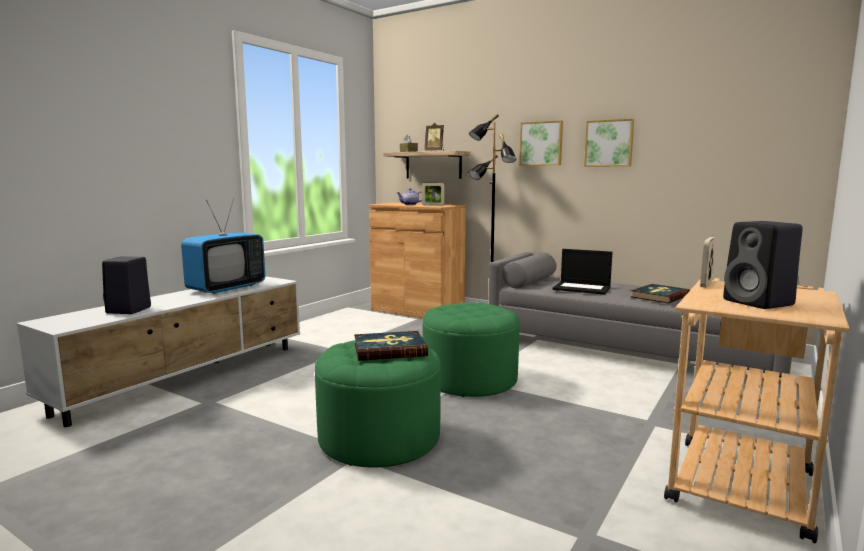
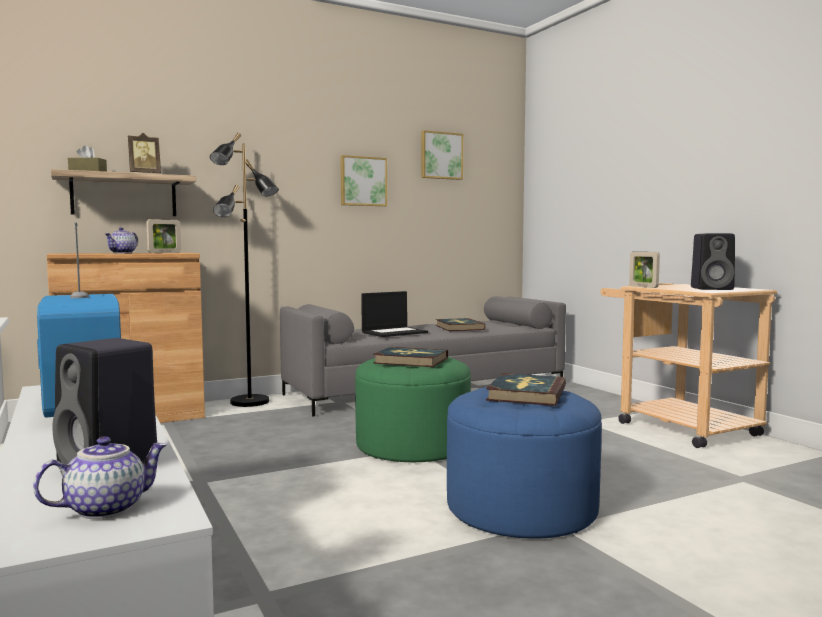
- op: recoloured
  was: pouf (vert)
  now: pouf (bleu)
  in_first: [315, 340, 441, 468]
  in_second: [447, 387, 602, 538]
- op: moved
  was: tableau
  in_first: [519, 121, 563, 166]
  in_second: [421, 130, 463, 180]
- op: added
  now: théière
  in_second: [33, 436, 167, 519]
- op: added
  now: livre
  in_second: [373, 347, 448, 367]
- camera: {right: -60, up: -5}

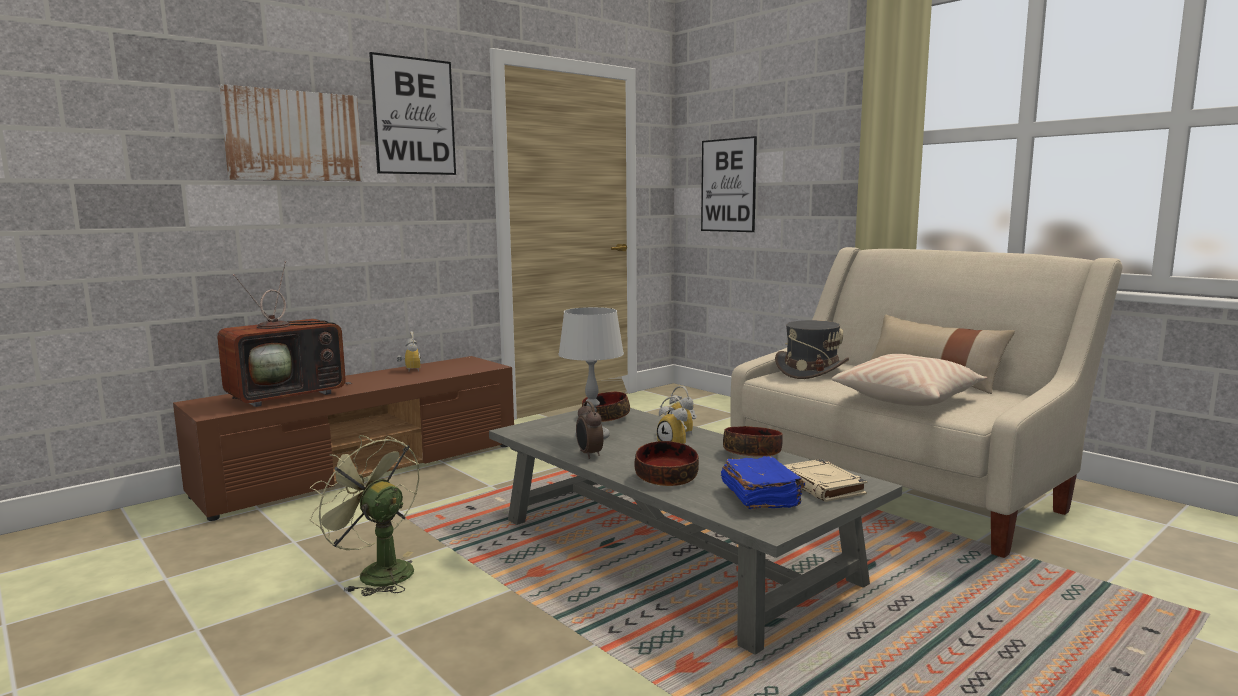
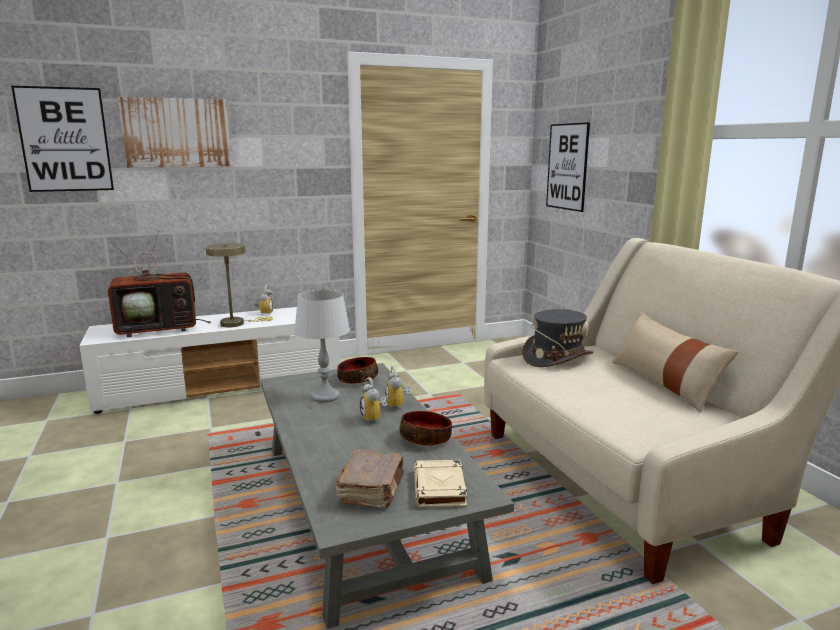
- op: recoloured
  was: meuble télé (marron)
  now: meuble télé (blanc)
  in_first: [173, 356, 514, 521]
  in_second: [80, 307, 340, 414]
- op: removed
  was: ventilateur (vert)
  in_first: [310, 435, 419, 596]
- op: moved
  was: tableau
  in_first: [369, 52, 456, 175]
  in_second: [11, 86, 114, 192]
- op: removed
  was: réveil
  in_first: [576, 401, 604, 459]
- op: removed
  was: bol
  in_first: [634, 441, 699, 486]
- op: recoloured
  was: livre (bleu)
  now: livre (marron)
  in_first: [721, 456, 805, 509]
  in_second: [336, 449, 404, 509]
- op: removed
  was: coussin (beige)
  in_first: [831, 354, 988, 406]
- op: added
  now: lampe de table (beige)
  in_second: [206, 243, 273, 327]
- camera: {right: 20, up: 5}

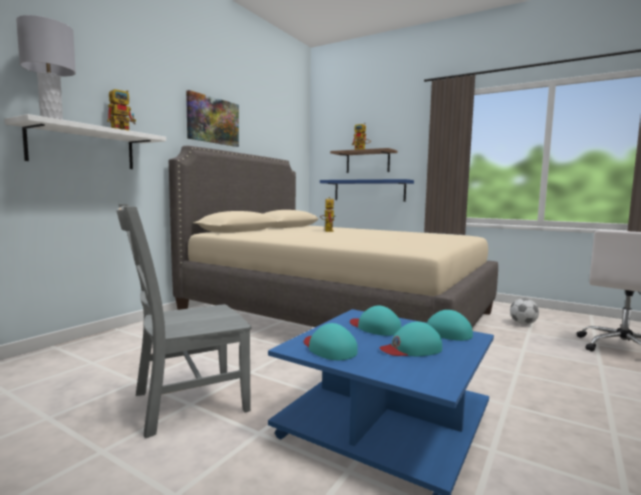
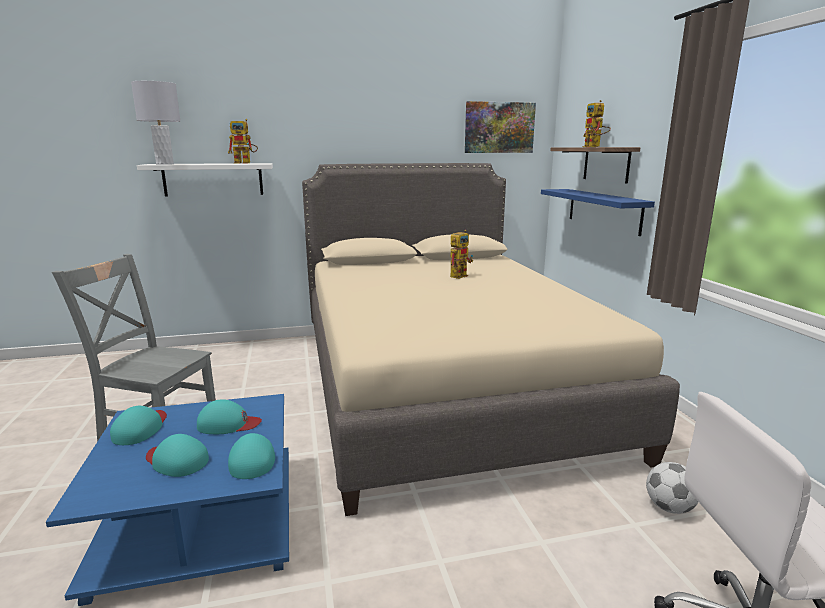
- op: moved
  was: tableau
  in_first: [186, 90, 239, 147]
  in_second: [465, 101, 536, 153]
- op: turned
  was: casquette (turquoise)
  in_first: [350, 306, 401, 336]
  in_second: [197, 399, 262, 434]
  clockwise: 90
- camera: {right: 45, up: 10}

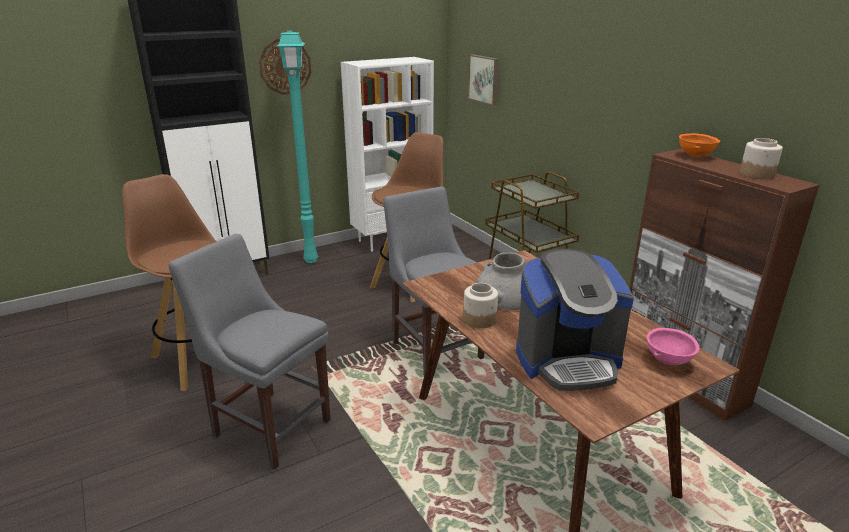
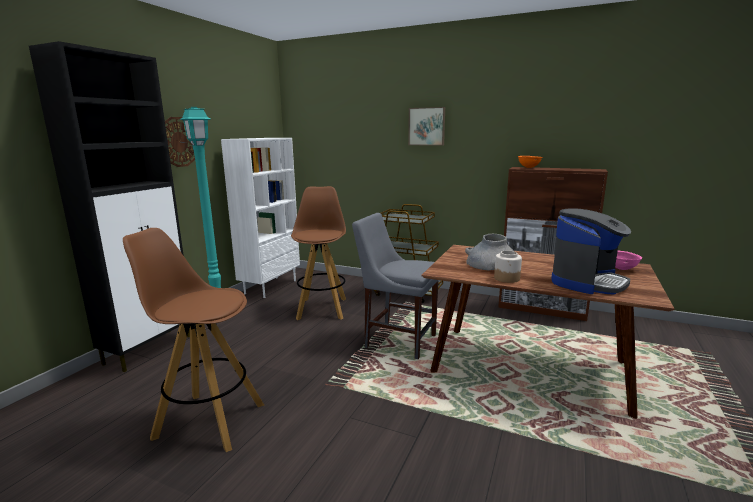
- op: removed
  was: chaise (gris)
  in_first: [168, 234, 331, 469]
- op: moved
  was: tableau
  in_first: [468, 54, 499, 106]
  in_second: [408, 107, 445, 146]
- op: removed
  was: bocal
  in_first: [740, 138, 783, 179]
- camera: {right: -35, up: -10}

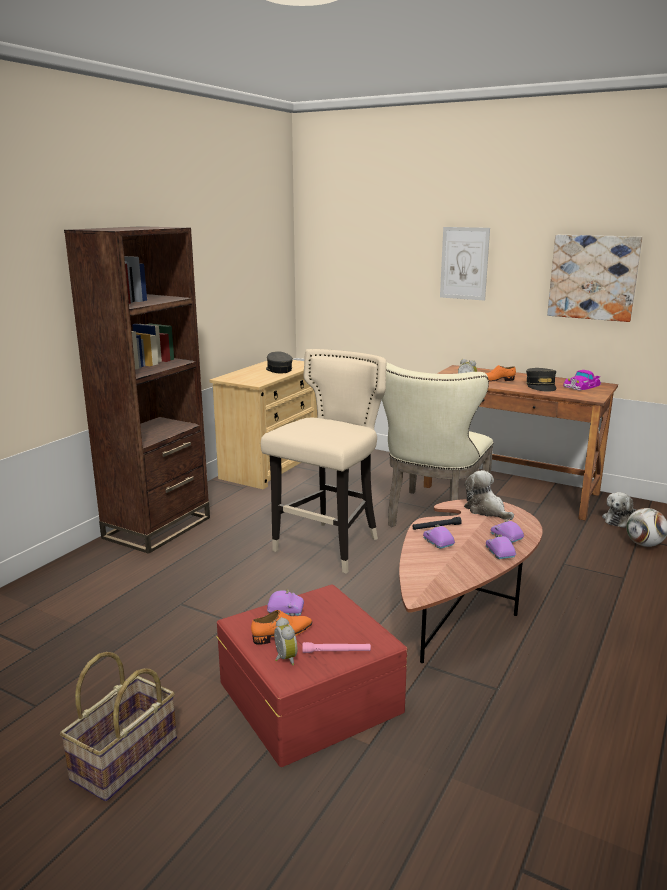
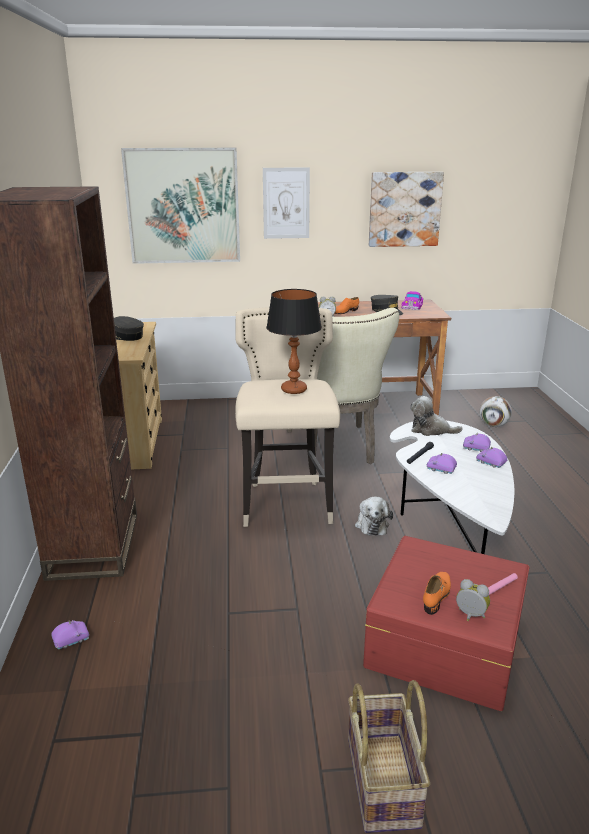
- op: moved
  was: petite voiture (violet)
  in_first: [267, 589, 304, 616]
  in_second: [51, 620, 89, 649]
- op: recoloured
  was: table basse (marron)
  now: table basse (blanc)
  in_first: [399, 499, 543, 663]
  in_second: [390, 421, 514, 554]
- op: moved
  was: peluche
  in_first: [602, 492, 637, 528]
  in_second: [355, 497, 393, 536]
- op: added
  now: tableau
  in_second: [121, 148, 240, 264]
- op: added
  now: lampe de table
  in_second: [266, 289, 322, 394]
- camera: {right: -35, up: 5}

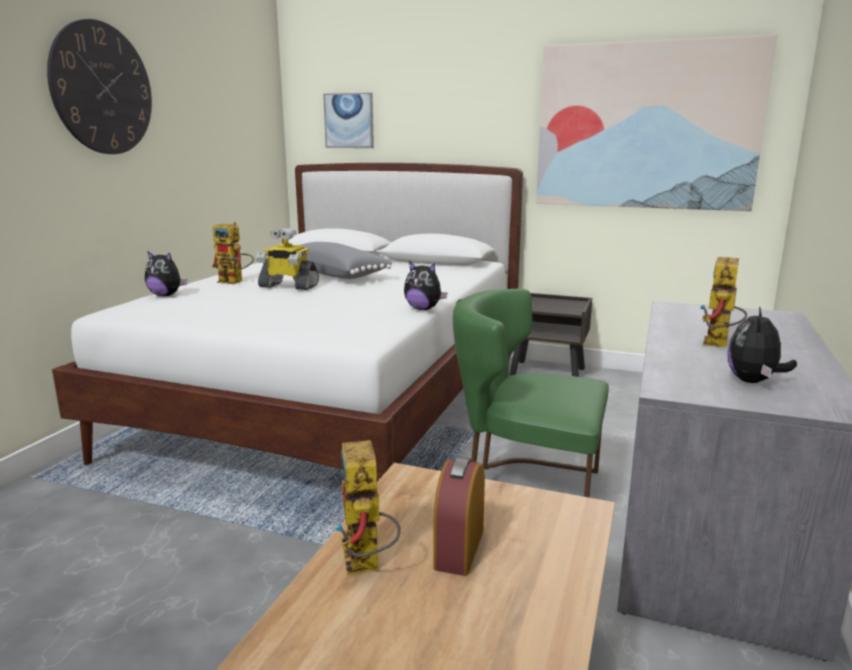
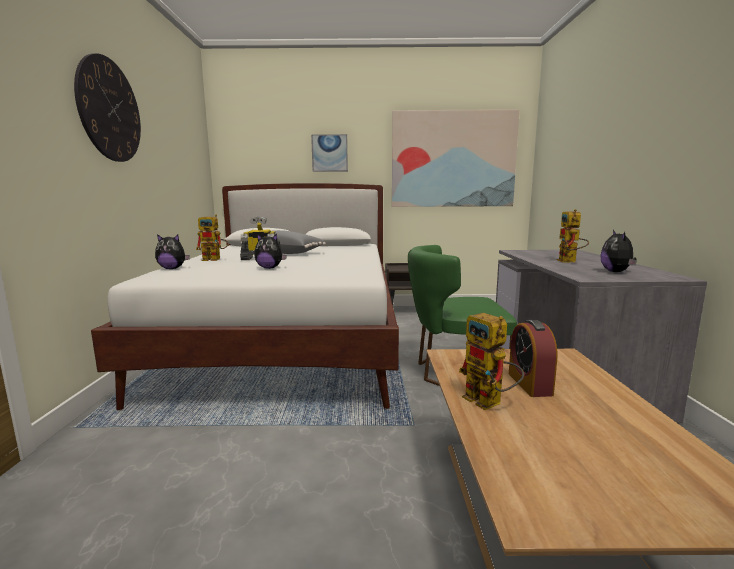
- op: moved
  was: tableau
  in_first: [323, 93, 374, 148]
  in_second: [311, 134, 348, 172]
- op: moved
  was: peluche
  in_first: [404, 261, 448, 310]
  in_second: [254, 234, 287, 269]
- camera: {right: -20, up: -5}

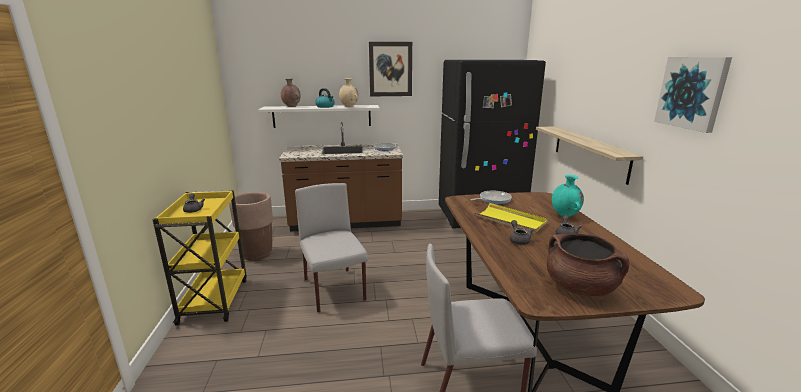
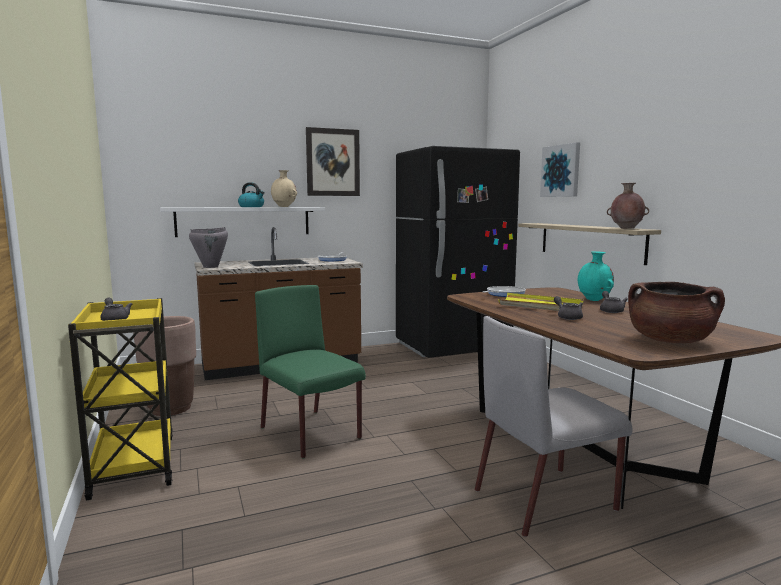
- op: moved
  was: vase (marron)
  in_first: [281, 78, 301, 107]
  in_second: [607, 183, 649, 229]
- op: recoloured
  was: chaise (gris)
  now: chaise (vert)
  in_first: [295, 183, 368, 313]
  in_second: [255, 285, 366, 459]
- op: moved
  was: tableau
  in_first: [654, 57, 732, 133]
  in_second: [540, 142, 580, 197]
- op: added
  now: marmite (gris)
  in_second: [189, 227, 228, 268]
- camera: {right: -15, up: -10}

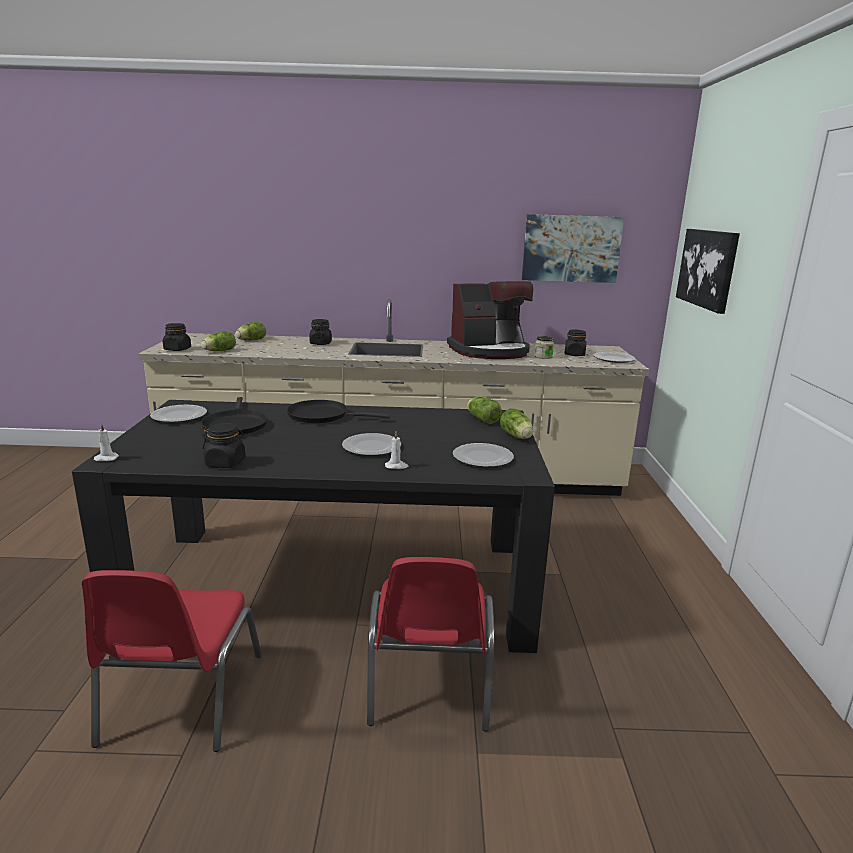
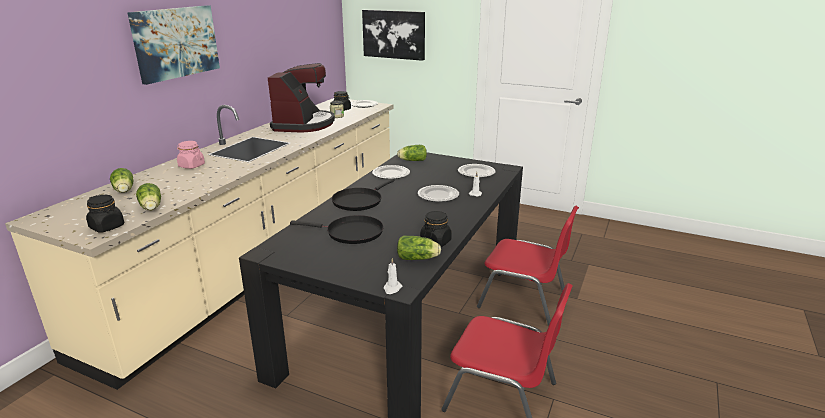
- op: moved
  was: assiette
  in_first: [150, 405, 207, 422]
  in_second: [372, 165, 410, 179]
- op: recoloured
  was: bocal (noir)
  now: bocal (rose)
  in_first: [309, 319, 332, 345]
  in_second: [177, 141, 205, 169]
- op: moved
  was: laitue
  in_first: [500, 408, 533, 439]
  in_second: [397, 236, 441, 260]
- op: moved
  was: tableau
  in_first: [522, 214, 624, 283]
  in_second: [127, 5, 220, 85]
- camera: {right: -65, up: 5}

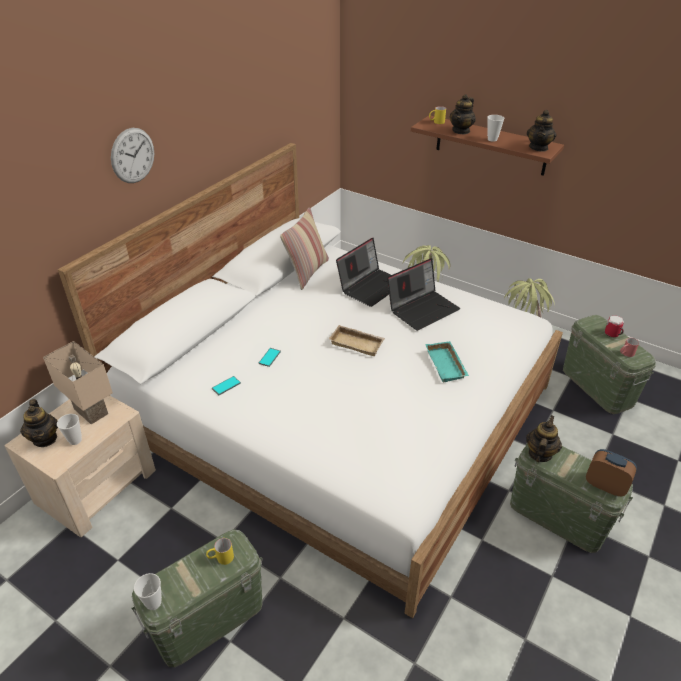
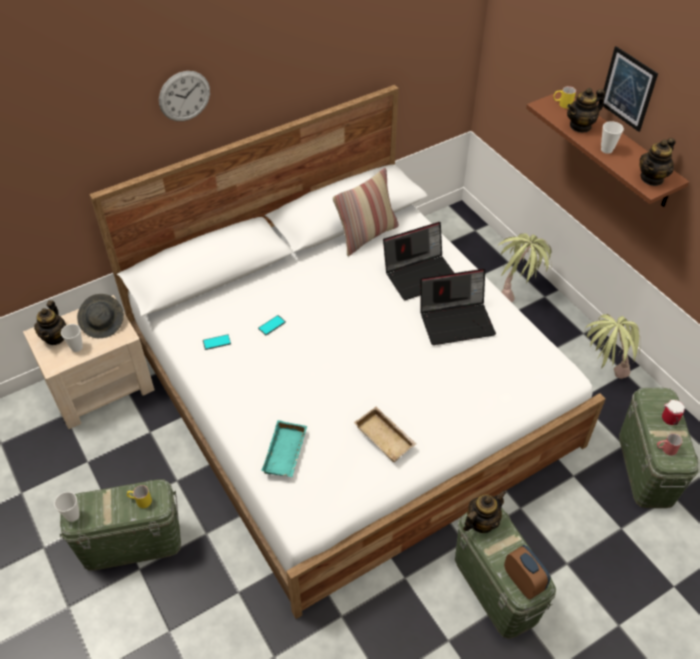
- op: replaced
  was: lampe de table (beige)
  now: chapeau (gris)
  in_first: [43, 341, 113, 425]
  in_second: [77, 294, 124, 338]
- op: moved
  was: plateau (beige)
  in_first: [329, 325, 385, 356]
  in_second: [354, 407, 417, 462]
- op: moved
  was: plateau (turquoise)
  in_first: [425, 341, 469, 383]
  in_second: [261, 420, 307, 477]
- op: added
  now: tableau
  in_second: [603, 46, 658, 132]
- camera: {right: 25, up: 10}

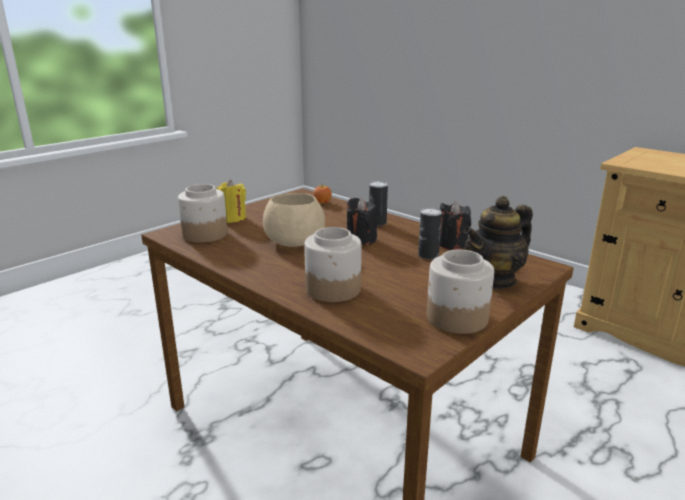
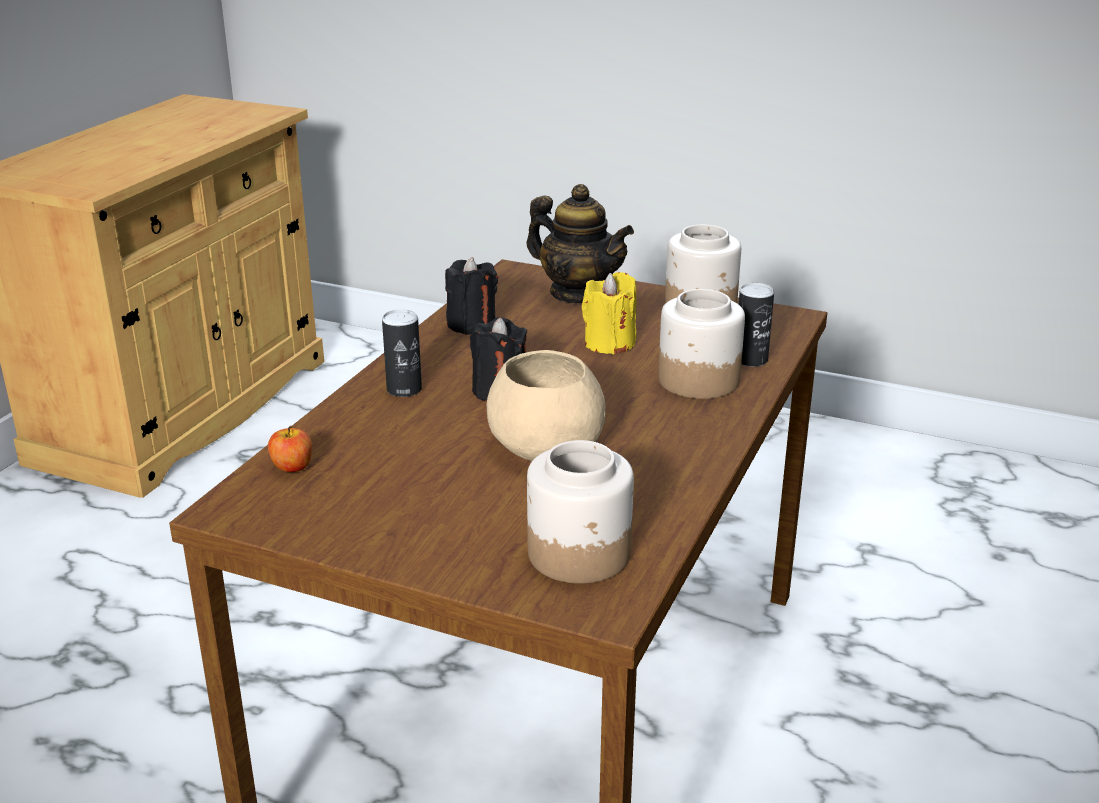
- op: moved
  was: bougie (jaune)
  in_first: [216, 180, 246, 223]
  in_second: [582, 272, 637, 355]
- op: moved
  was: boîte métallique
  in_first: [418, 208, 442, 259]
  in_second: [739, 283, 774, 367]
- camera: {right: -110, up: 5}

